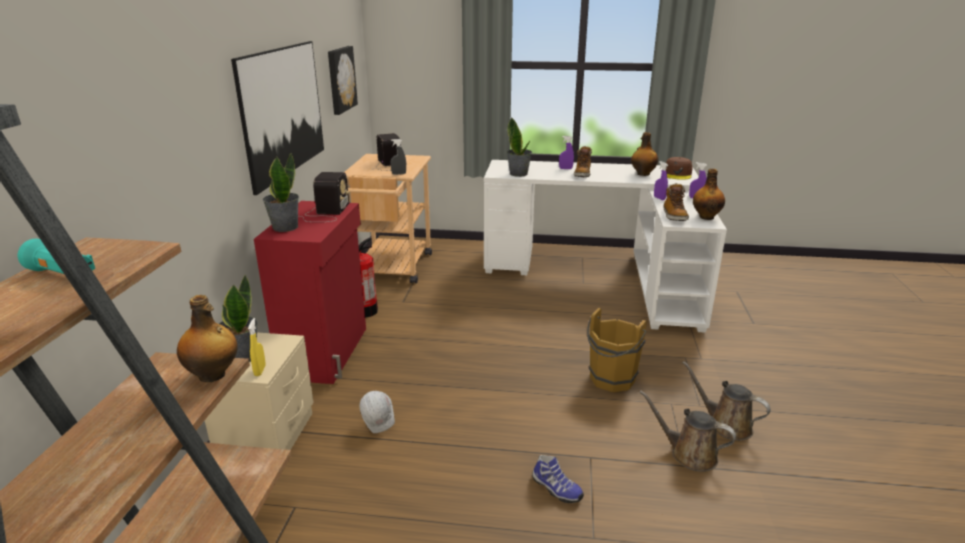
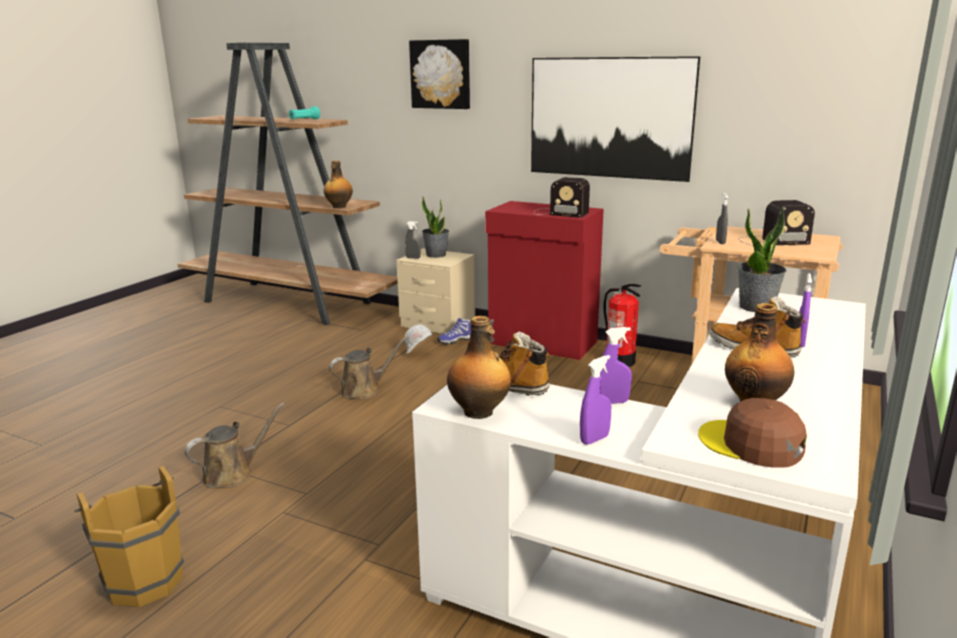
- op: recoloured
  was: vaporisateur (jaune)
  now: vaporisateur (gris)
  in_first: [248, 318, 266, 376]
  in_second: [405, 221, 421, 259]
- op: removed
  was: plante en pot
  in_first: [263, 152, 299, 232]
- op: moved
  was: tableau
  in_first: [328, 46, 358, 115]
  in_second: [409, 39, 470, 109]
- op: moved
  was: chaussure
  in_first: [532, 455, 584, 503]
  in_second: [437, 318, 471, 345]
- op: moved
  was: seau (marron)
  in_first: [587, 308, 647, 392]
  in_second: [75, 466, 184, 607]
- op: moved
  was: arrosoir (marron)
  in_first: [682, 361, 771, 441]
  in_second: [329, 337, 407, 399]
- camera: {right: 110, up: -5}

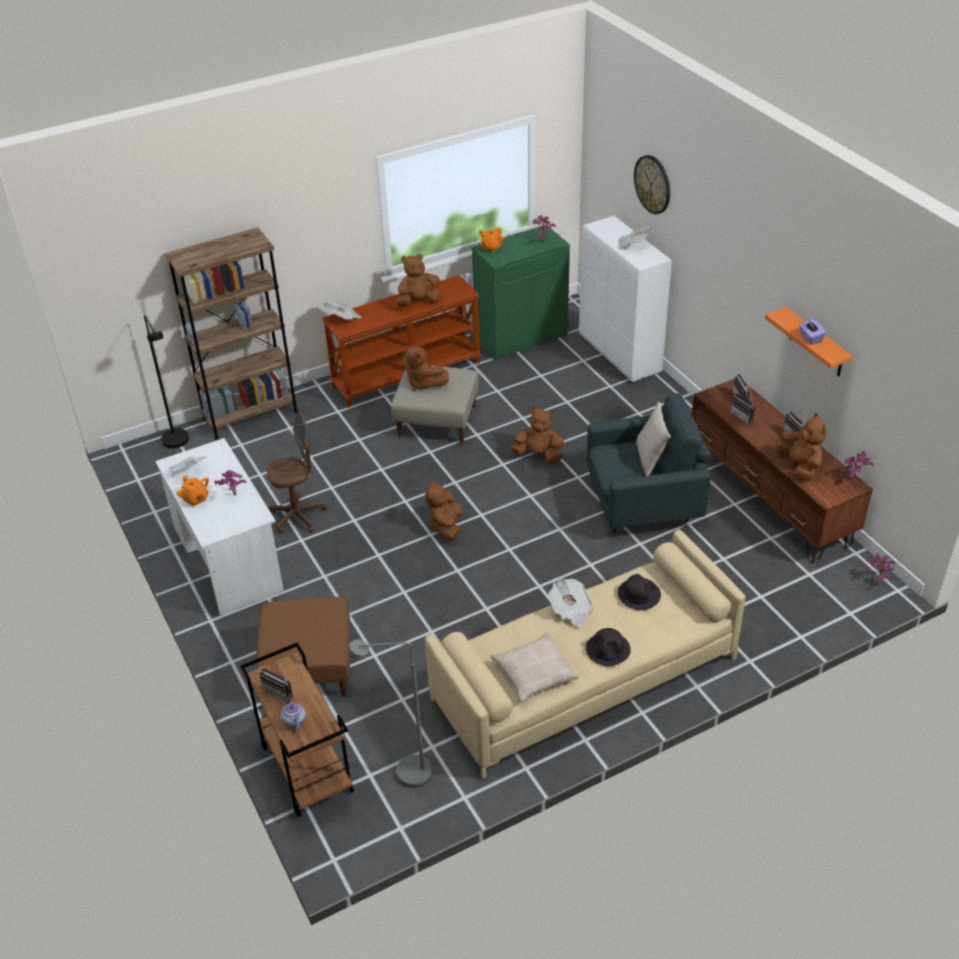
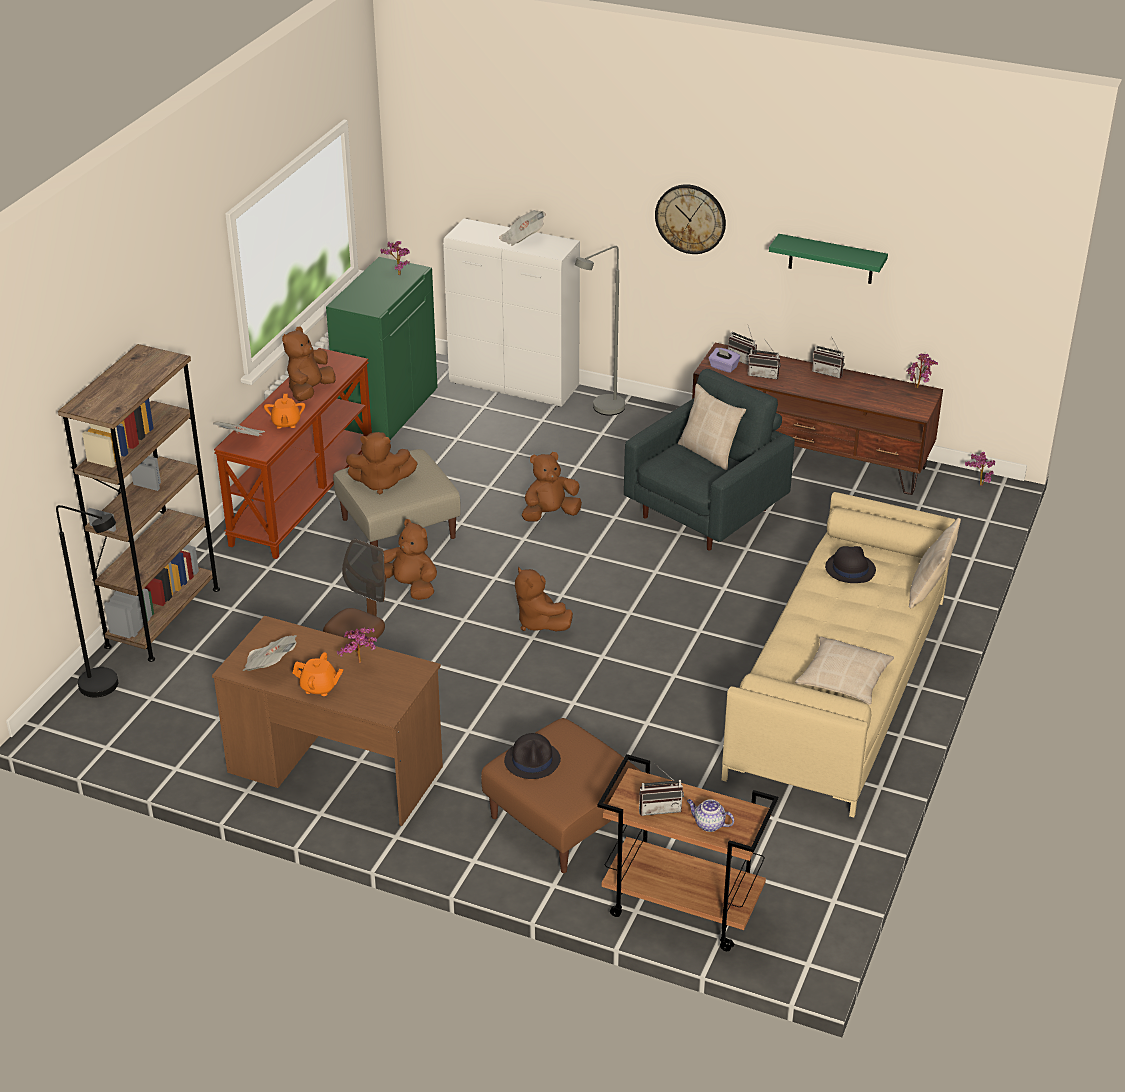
- op: recoloured
  was: bureau (blanc)
  now: bureau (marron)
  in_first: [155, 438, 284, 616]
  in_second: [212, 616, 443, 826]
- op: moved
  was: lampadaire (gris)
  in_first: [347, 639, 432, 787]
  in_second: [575, 246, 625, 415]
- op: moved
  was: théière (orange)
  in_first: [479, 227, 504, 252]
  in_second: [264, 394, 305, 429]
- op: removed
  was: journal
  in_first: [548, 578, 594, 627]
- op: moved
  was: chapeau (noir)
  in_first: [585, 628, 631, 666]
  in_second: [504, 733, 561, 779]
- op: moved
  was: horloge murale
  in_first: [634, 155, 670, 214]
  in_second: [655, 184, 726, 254]
- op: recoloured
  was: étagère (orange)
  now: étagère (vert)
  in_first: [765, 307, 853, 376]
  in_second: [769, 234, 888, 284]
- op: moved
  was: peluche (marron)
  in_first: [776, 413, 827, 481]
  in_second: [384, 519, 437, 600]
- op: moved
  was: boîte à mouchoirs (violet)
  in_first: [799, 319, 826, 344]
  in_second: [709, 348, 740, 373]
- op: added
  now: coussin (beige)
  in_second: [909, 518, 961, 608]
- camera: {right: -40, up: -5}

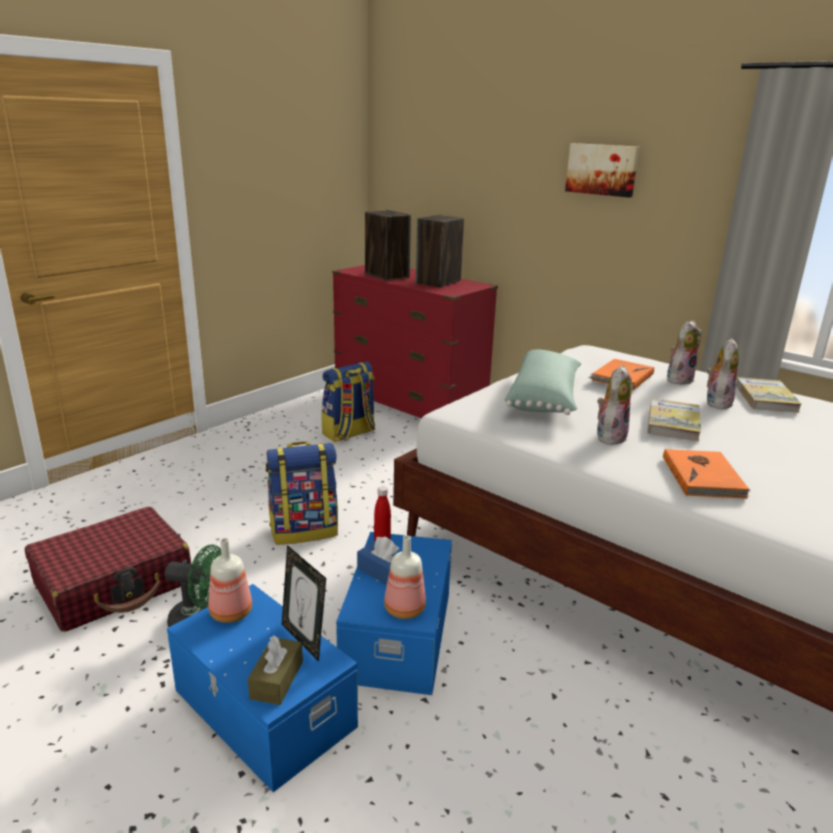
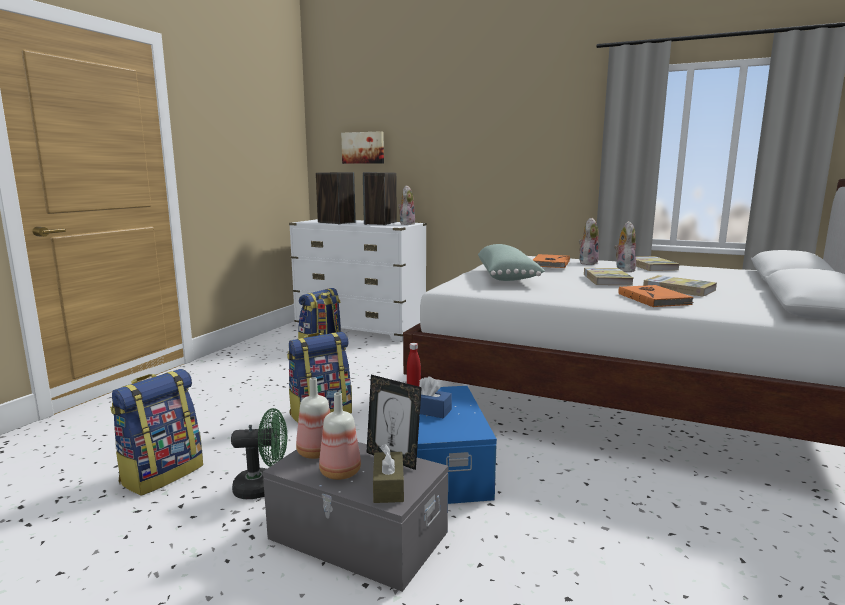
- op: replaced
  was: valise (rouge)
  now: sac à dos
  in_first: [25, 507, 191, 632]
  in_second: [110, 369, 203, 496]
- op: recoloured
  was: boîte de rangement (bleu)
  now: boîte de rangement (gris)
  in_first: [167, 584, 358, 792]
  in_second: [263, 442, 448, 592]
- op: recoloured
  was: commode (rouge)
  now: commode (blanc)
  in_first: [332, 265, 498, 418]
  in_second: [289, 219, 427, 342]
- op: moved
  was: bouteille
  in_first: [384, 535, 426, 619]
  in_second: [319, 392, 361, 480]
- op: moved
  was: tableau
  in_first: [565, 143, 639, 198]
  in_second: [341, 131, 384, 164]
- op: moved
  was: peluche
  in_first: [597, 365, 632, 445]
  in_second: [398, 186, 415, 225]
- op: added
  now: livre
  in_second: [643, 275, 717, 297]
- camera: {right: -15, up: -10}

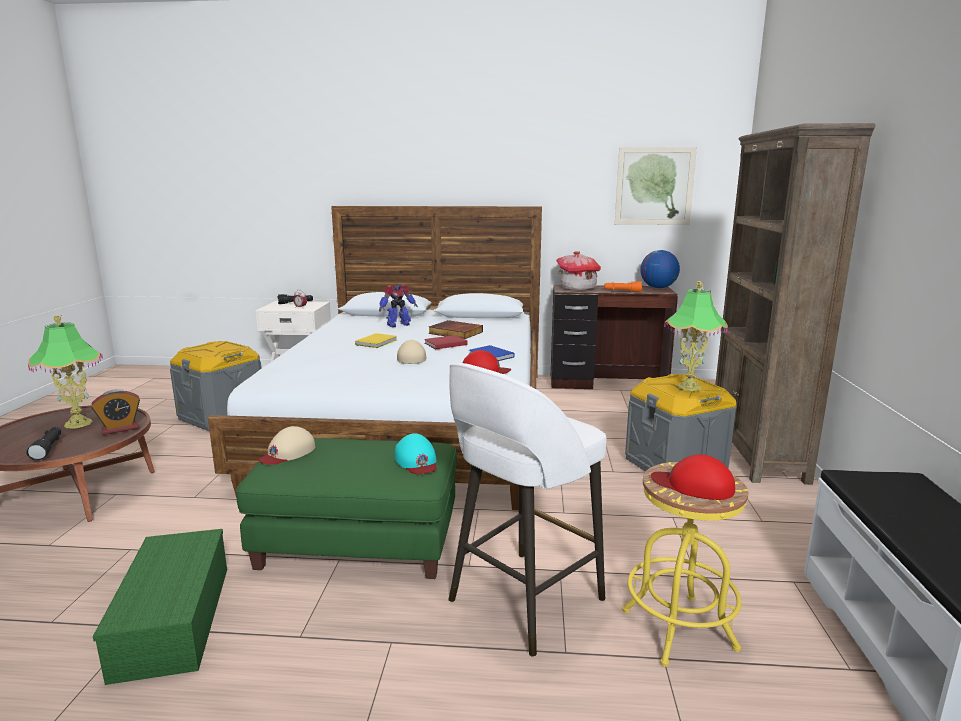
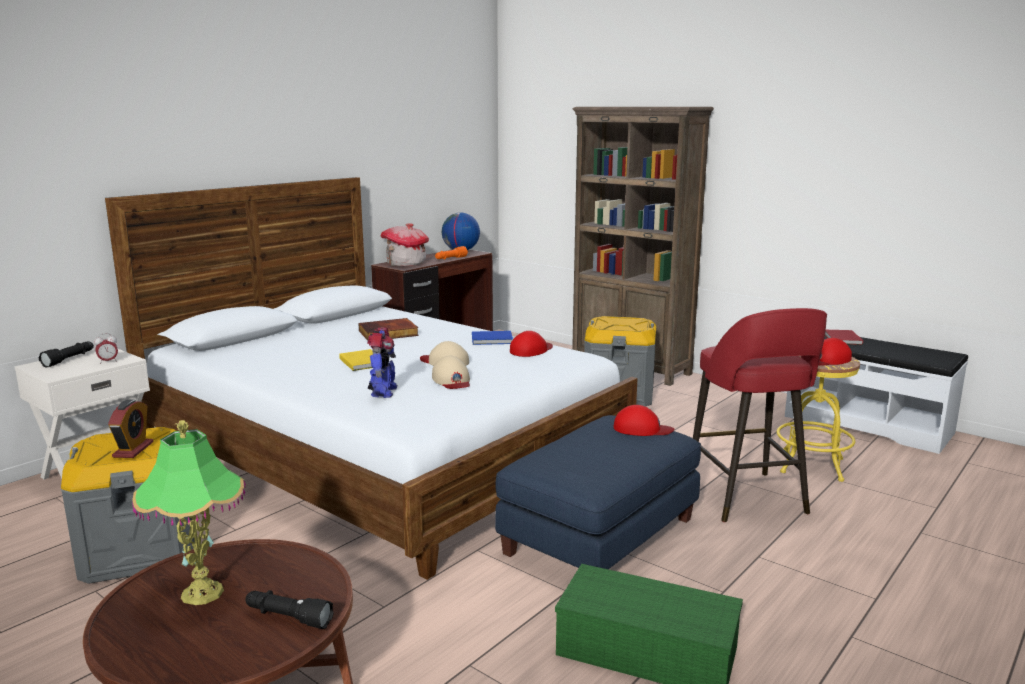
- op: moved
  was: réveil
  in_first: [91, 389, 140, 435]
  in_second: [108, 399, 153, 458]
- op: recoloured
  was: pouf (vert)
  now: pouf (bleu)
  in_first: [236, 438, 457, 579]
  in_second: [495, 415, 701, 569]
- op: moved
  was: casquette (beige)
  in_first: [258, 426, 315, 465]
  in_second: [432, 356, 470, 389]
- op: moved
  was: robot jouet
  in_first: [379, 284, 418, 327]
  in_second: [367, 328, 398, 398]
- op: recoloured
  was: casquette (turquoise)
  now: casquette (rouge)
  in_first: [395, 433, 437, 474]
  in_second: [613, 405, 674, 436]
- op: moved
  was: livre (rouge)
  in_first: [424, 335, 467, 349]
  in_second: [825, 330, 863, 345]
- op: recoloured
  was: tabouret (blanc)
  now: tabouret (rouge)
  in_first: [448, 363, 607, 657]
  in_second: [693, 308, 827, 522]
- op: removed
  was: tableau
  in_first: [615, 147, 697, 225]
- op: removed
  was: lampe de table
  in_first: [664, 281, 728, 391]
- camera: {right: -55, up: 0}

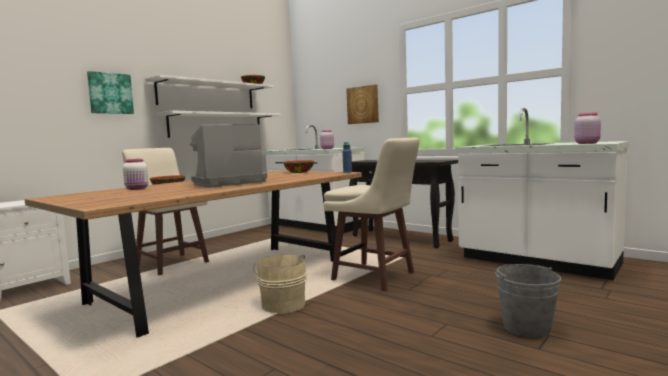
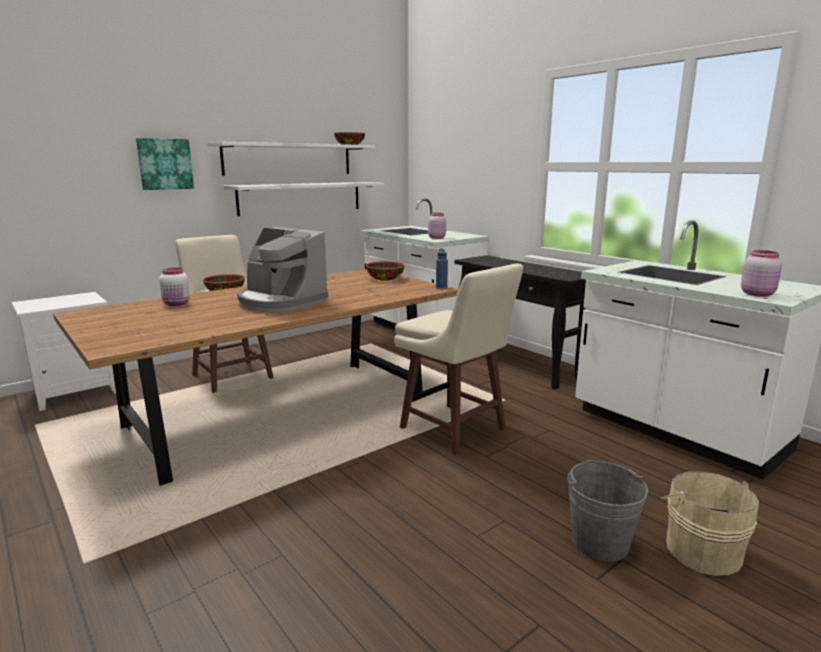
- op: turned
  was: machine à café
  in_first: [190, 124, 267, 187]
  in_second: [237, 227, 328, 312]
  clockwise: -120
- op: moved
  was: seau (beige)
  in_first: [253, 254, 307, 314]
  in_second: [660, 471, 759, 576]
- op: removed
  was: tableau
  in_first: [346, 84, 379, 124]
- camera: {right: 10, up: 10}

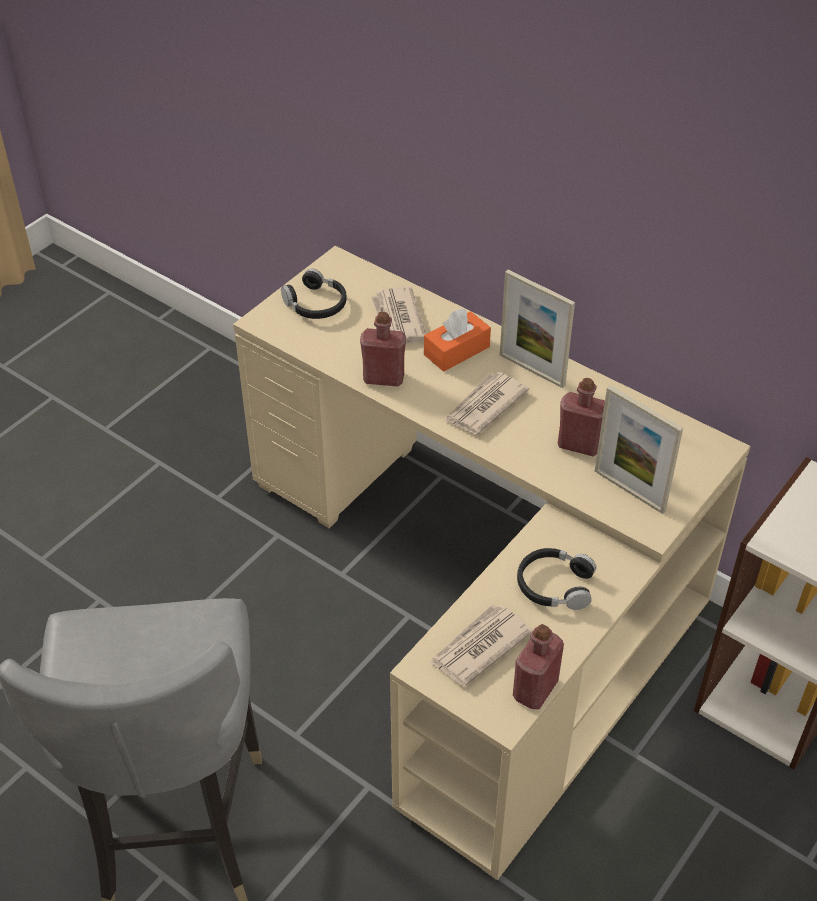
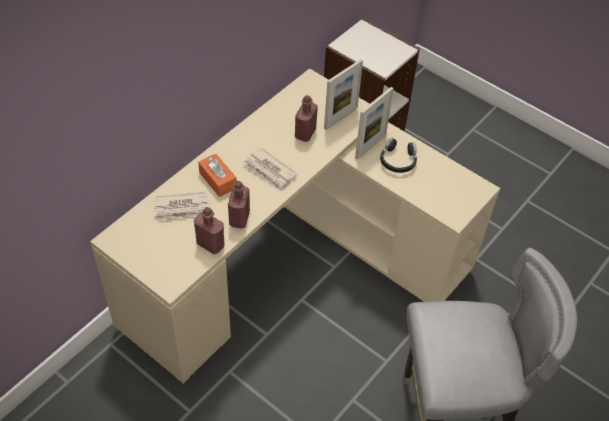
- op: removed
  was: casque audio (noir)
  in_first: [281, 269, 347, 319]
- op: removed
  was: journal
  in_first: [429, 604, 533, 686]
- op: moved
  was: cadre photo
  in_first: [500, 270, 575, 388]
  in_second: [355, 87, 394, 159]
- op: moved
  was: bouteille (rouge)
  in_first: [513, 624, 564, 709]
  in_second: [194, 207, 224, 254]
- camera: {right: -90, up: 5}

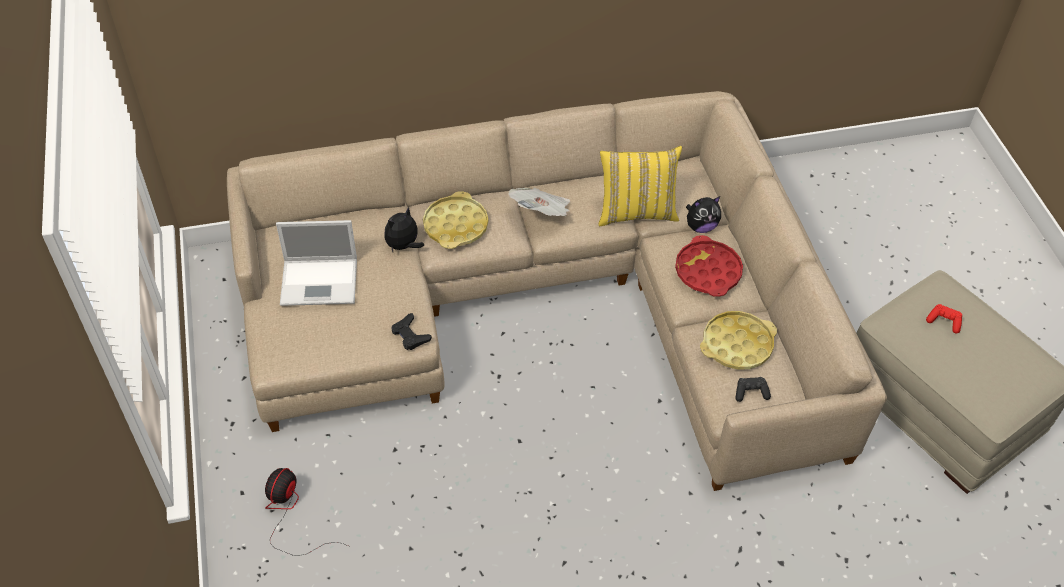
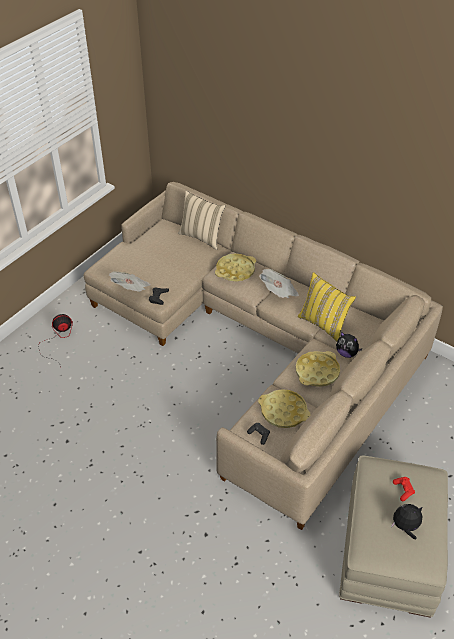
- op: removed
  was: ordinateur portable
  in_first: [276, 220, 357, 306]
- op: moved
  was: peluche
  in_first: [384, 207, 424, 252]
  in_second: [391, 504, 422, 540]
- op: recoloured
  was: plateau (rouge)
  now: plateau (jaune)
  in_first: [675, 235, 743, 297]
  in_second: [296, 351, 340, 387]
- op: added
  now: journal
  in_second: [109, 271, 151, 292]
- op: added
  now: coussin (beige)
  in_second: [178, 190, 226, 250]
- camera: {right: 50, up: -5}

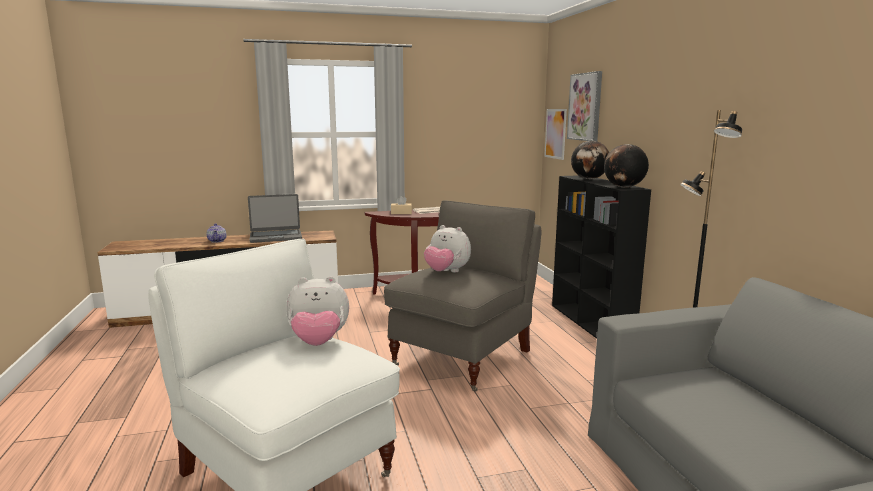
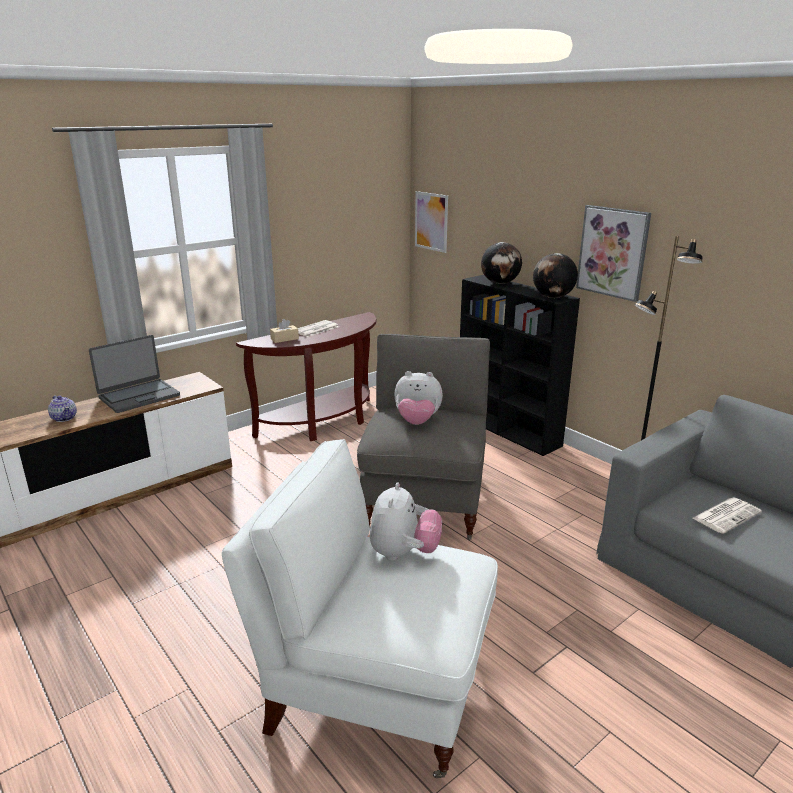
- op: turned
  was: peluche
  in_first: [286, 276, 349, 346]
  in_second: [370, 483, 442, 561]
  clockwise: -45
- op: moved
  was: tableau
  in_first: [567, 71, 602, 141]
  in_second: [576, 205, 651, 302]
- op: added
  now: journal
  in_second: [692, 498, 762, 534]
- camera: {right: -25, up: 10}

